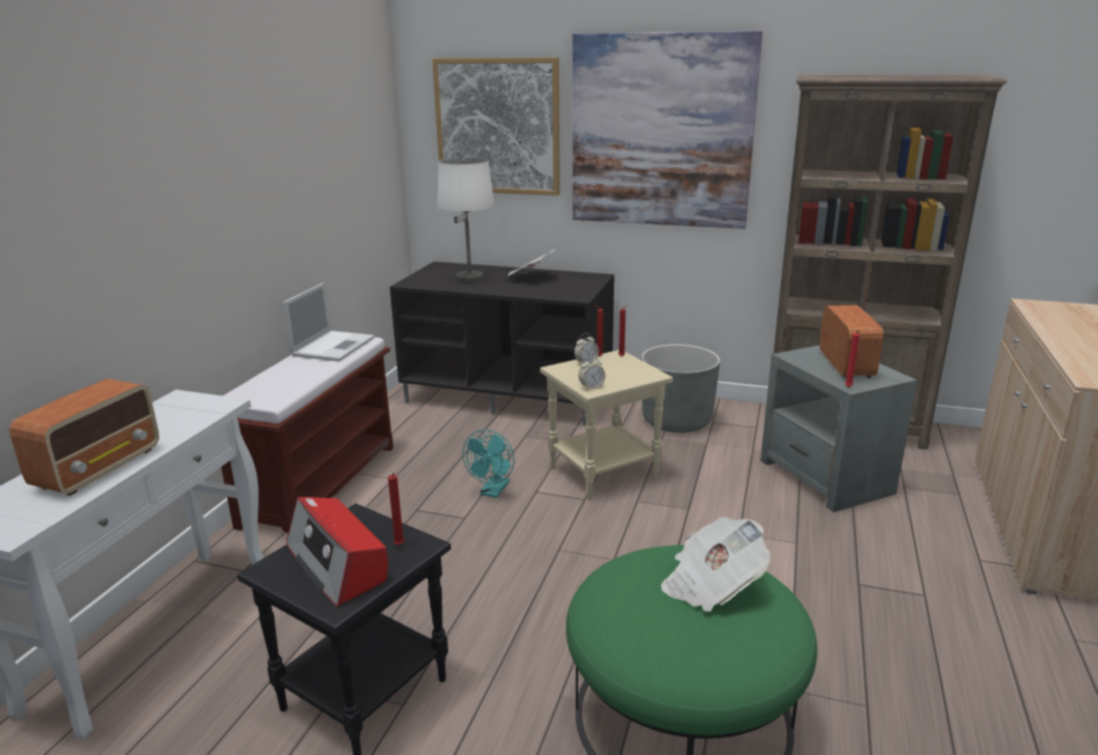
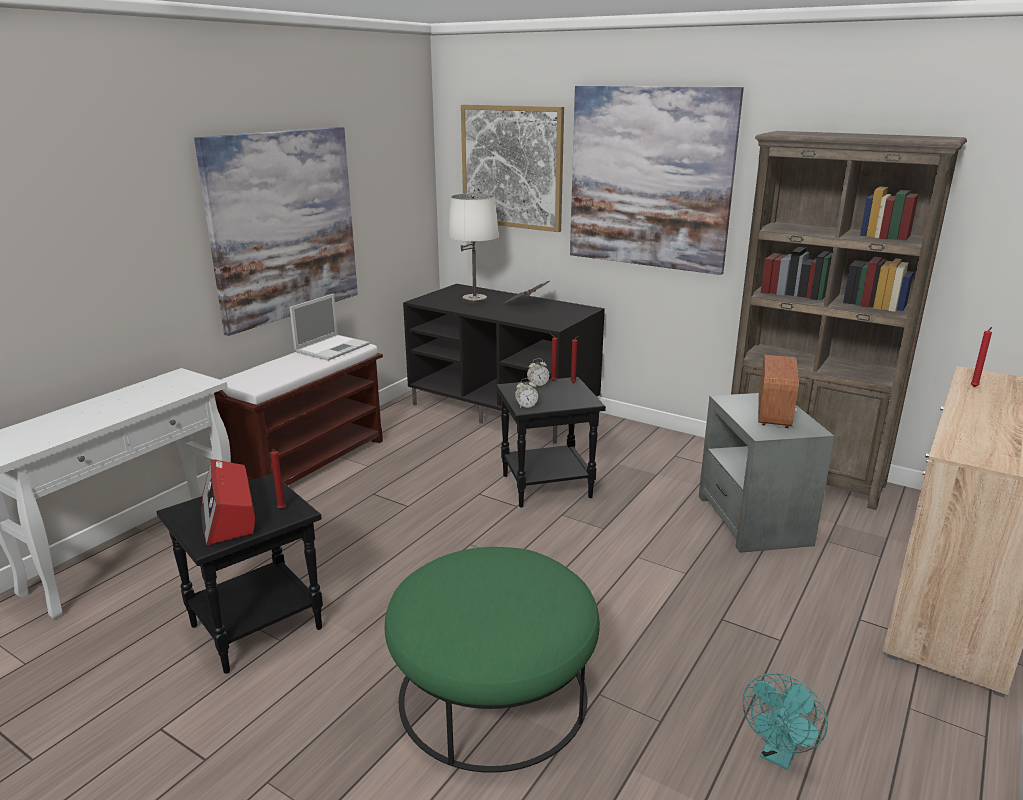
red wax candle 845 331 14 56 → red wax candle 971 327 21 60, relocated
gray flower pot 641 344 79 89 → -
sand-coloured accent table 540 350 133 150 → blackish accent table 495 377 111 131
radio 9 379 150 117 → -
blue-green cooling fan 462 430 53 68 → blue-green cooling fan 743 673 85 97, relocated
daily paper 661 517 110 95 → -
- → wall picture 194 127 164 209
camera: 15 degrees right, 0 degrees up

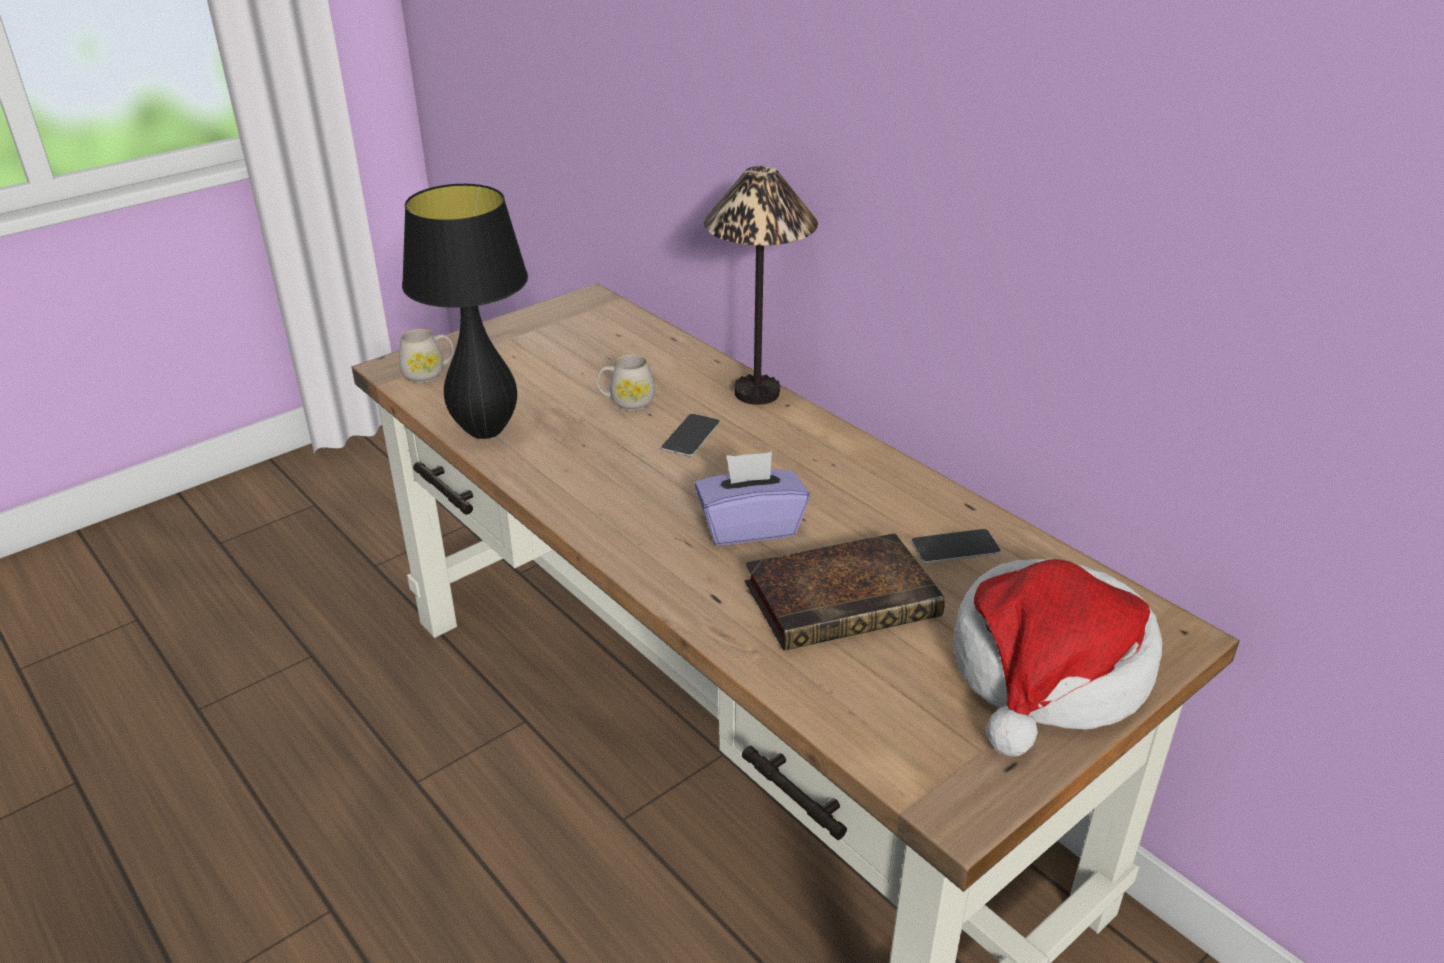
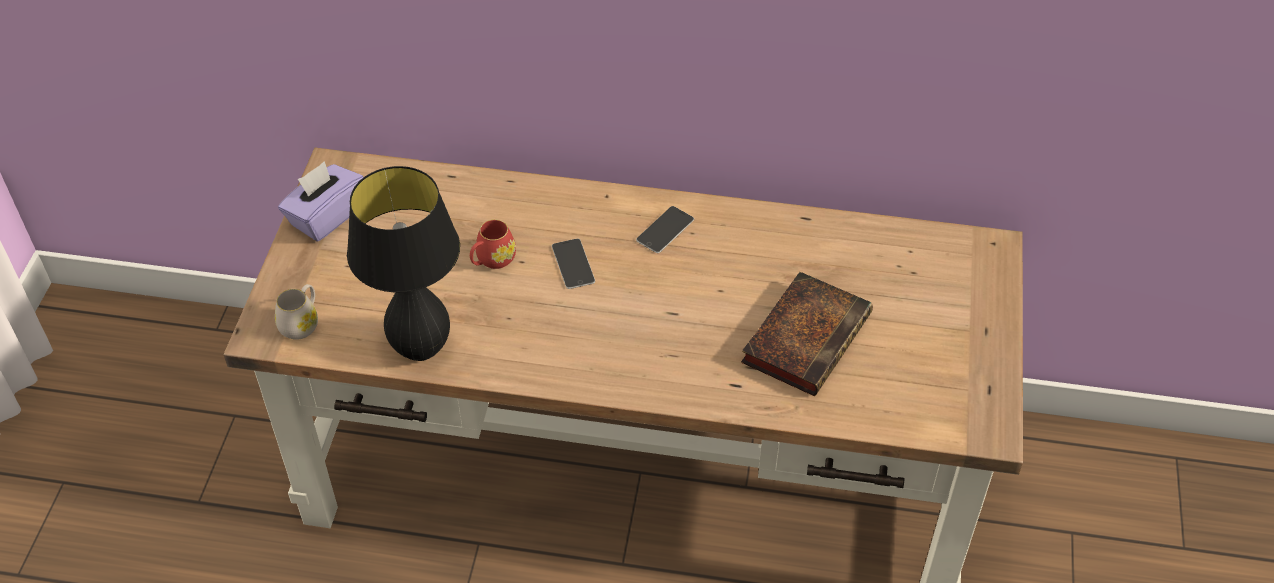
tabletop lamp 704 166 114 239 → -
white coffee mug 597 354 58 57 → red coffee mug 470 219 46 50
purple-coloured tissue holder 694 452 116 93 → purple-coloured tissue holder 278 161 86 80, relocated
telephone 911 529 90 34 → telephone 636 206 58 47, relocated
hat 953 559 209 198 → -
camera: 40 degrees left, 15 degrees up

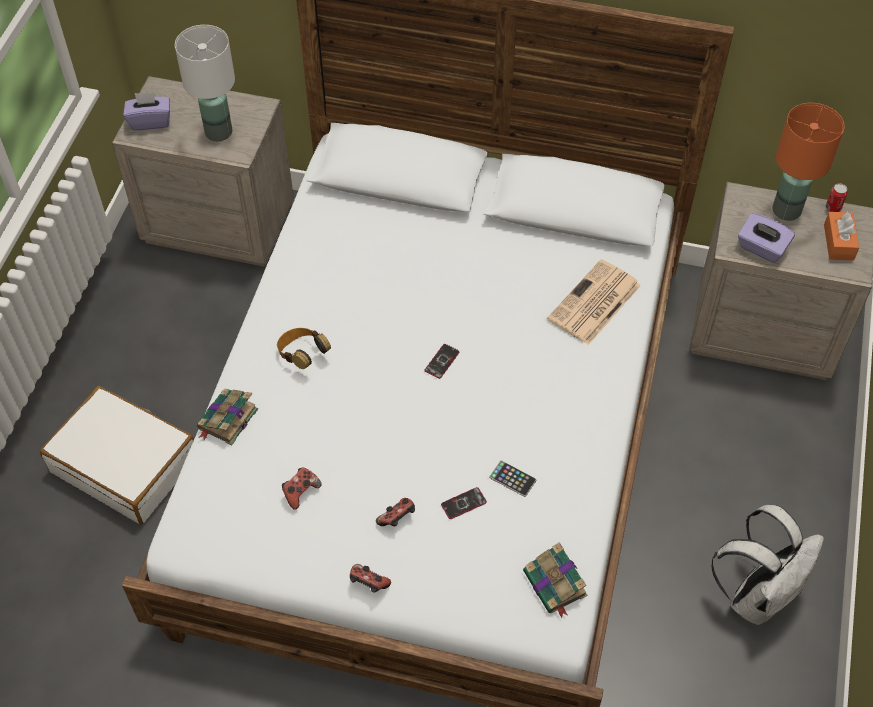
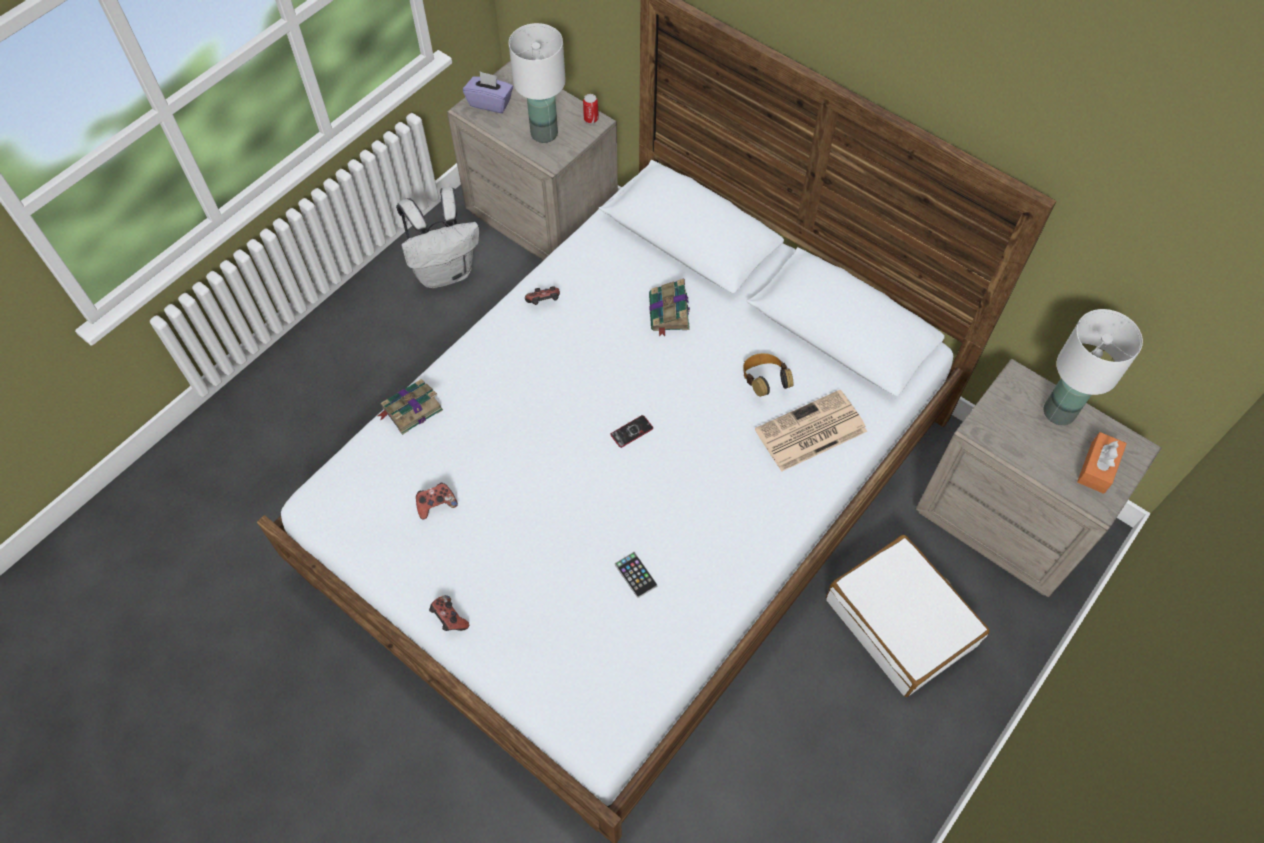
orangey tabletop lamp 773 103 71 118 → white tabletop lamp 1044 309 99 116
metal can 826 183 22 29 → metal can 583 94 16 29, relocated
purple-coloured tissue holder 738 213 57 50 → -
pair of headphones 277 328 54 41 → pair of headphones 743 353 51 44, relocated
white travel case 40 386 154 138 → white travel case 826 535 164 162, relocated
telephone 441 487 46 32 → -
joypad 376 498 39 28 → joypad 525 286 35 19, relocated
white knapsack 711 505 113 120 → white knapsack 396 187 83 101, relocated
bound book 523 542 64 76 → bound book 649 278 41 59, relocated
camera: 25 degrees right, 5 degrees up

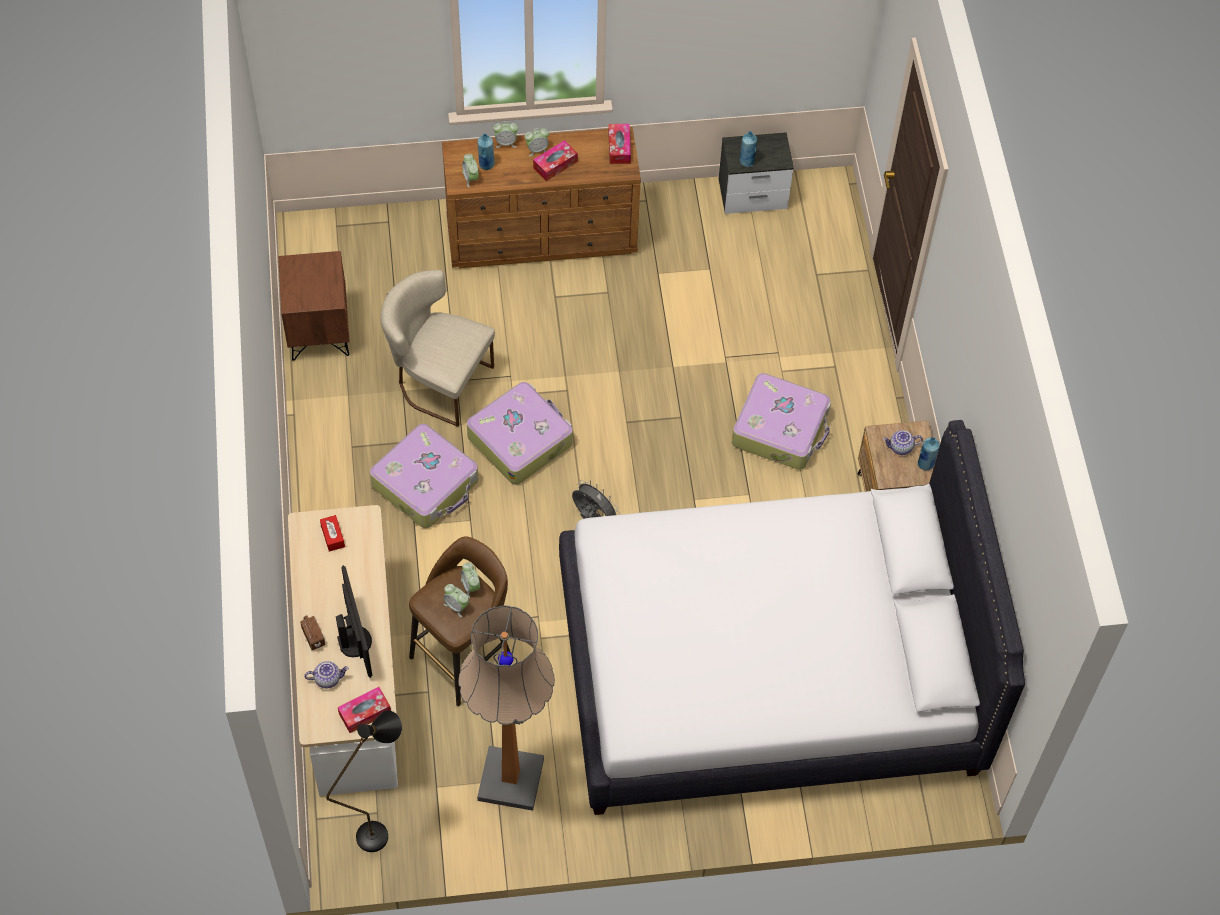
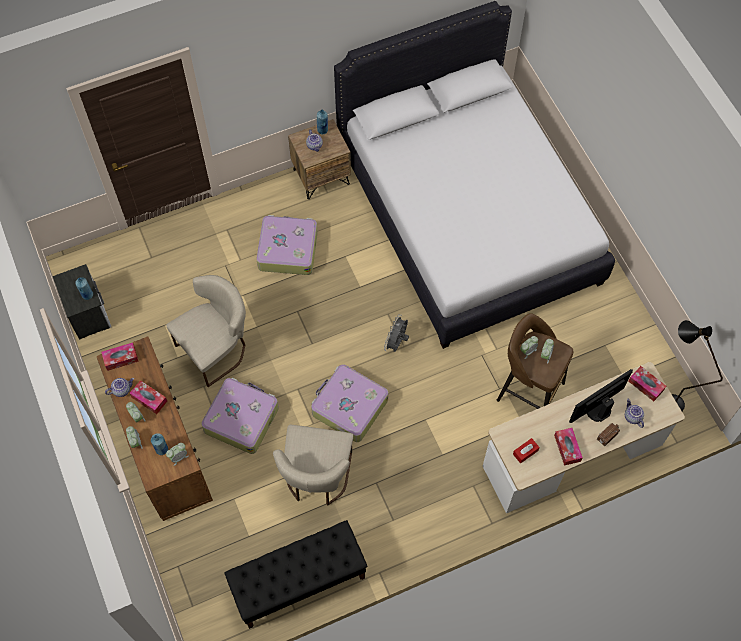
brown-coloured nightstand 278 251 72 110 → blackish bench 224 520 144 109
travel case 370 424 108 104 → travel case 201 378 78 76, relocated
standard lamp 458 605 97 206 → -
- → sand-coloured upright chair 166 275 80 112
- → tea pot 105 378 29 19
- → tissue holder 554 428 29 38
camera: 105 degrees left, 5 degrees up

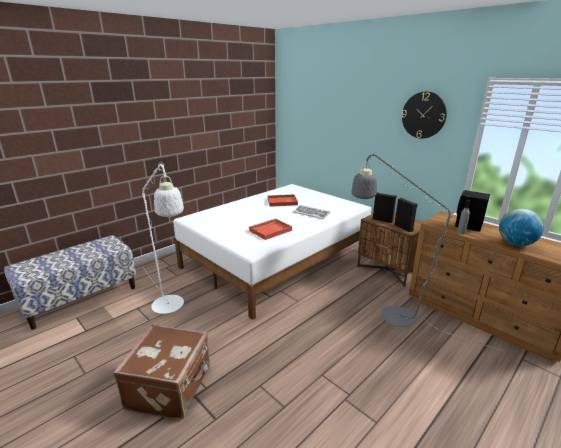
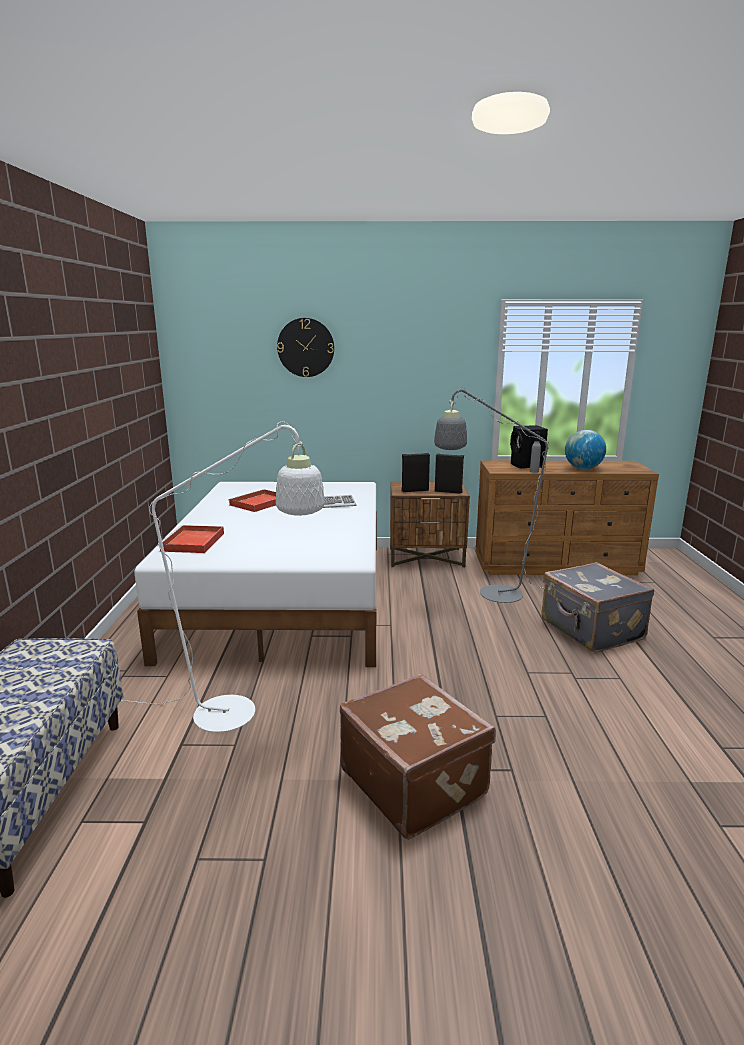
wall clock 402 92 45 47 → wall clock 277 318 57 59, relocated
red carrying tray 249 219 43 21 → red carrying tray 157 525 67 28, relocated
- → gray travel case 541 562 113 91
camera: 45 degrees left, 5 degrees down

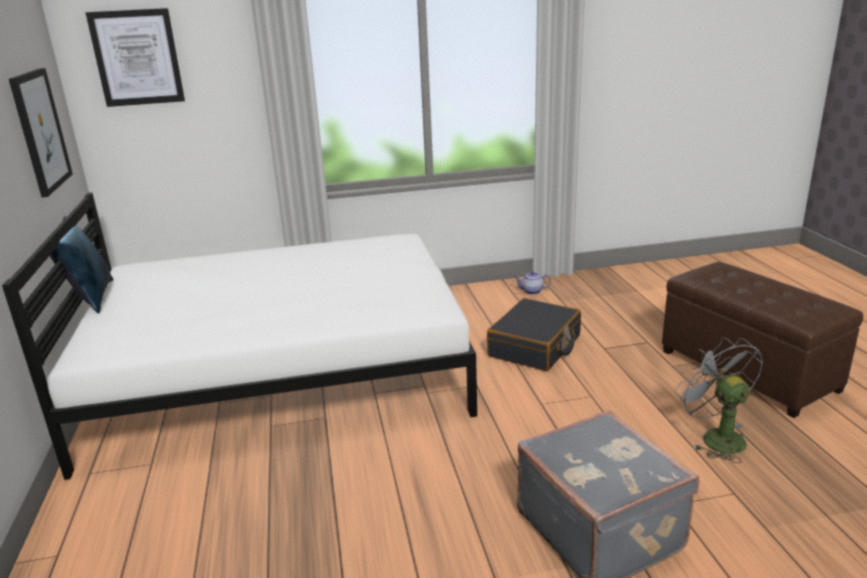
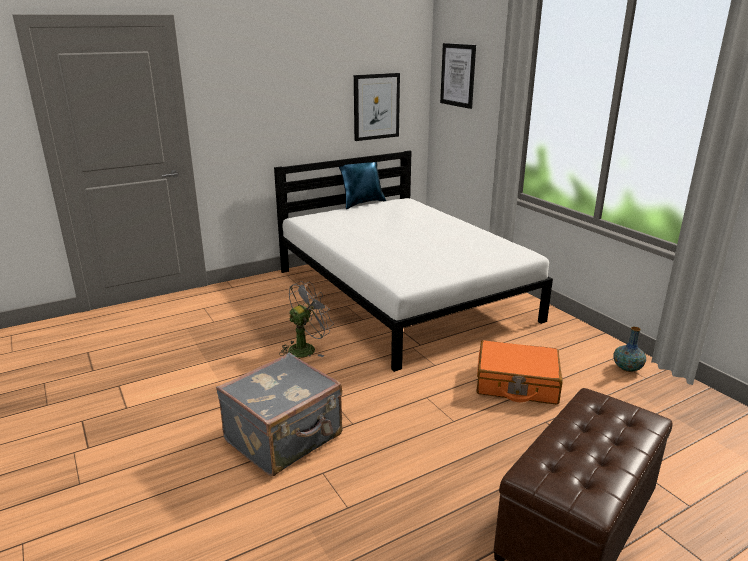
tea pot 514 271 37 23 → decorative vase 613 327 33 45
blackish travel case 487 298 94 73 → orangey travel case 477 340 86 64
gray cooling fan 675 337 88 126 → gray cooling fan 279 281 54 76, relocated
camera: 70 degrees right, 0 degrees up

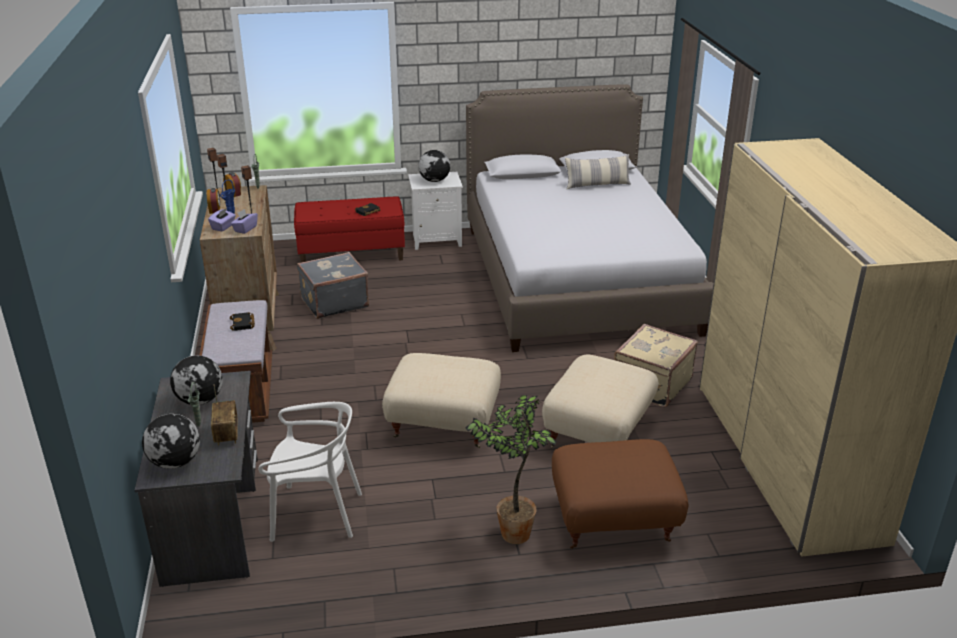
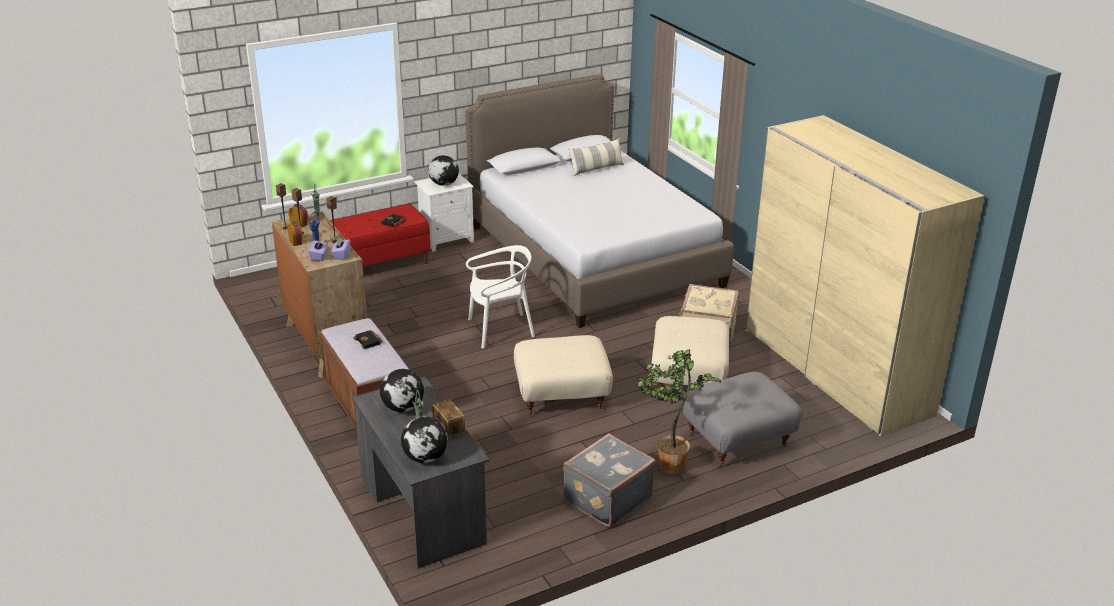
gray travel case 297 252 72 67 → gray travel case 563 433 92 94, relocated
white upright chair 258 402 104 140 → white upright chair 466 245 69 103, relocated
brown-coloured ottoman 552 439 136 110 → gray ottoman 683 372 119 96
camera: 20 degrees left, 0 degrees up

